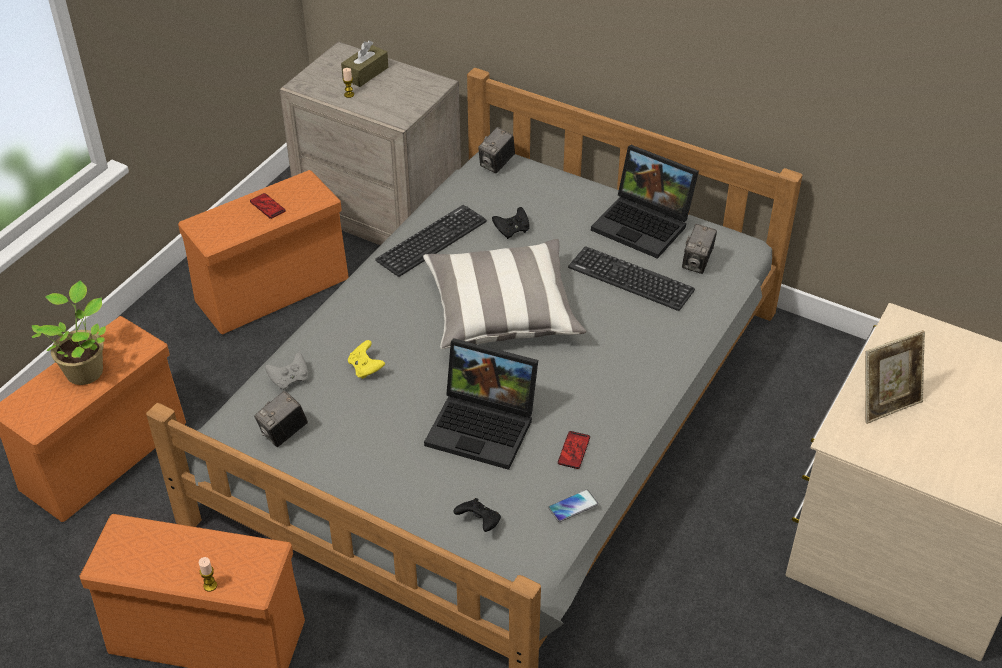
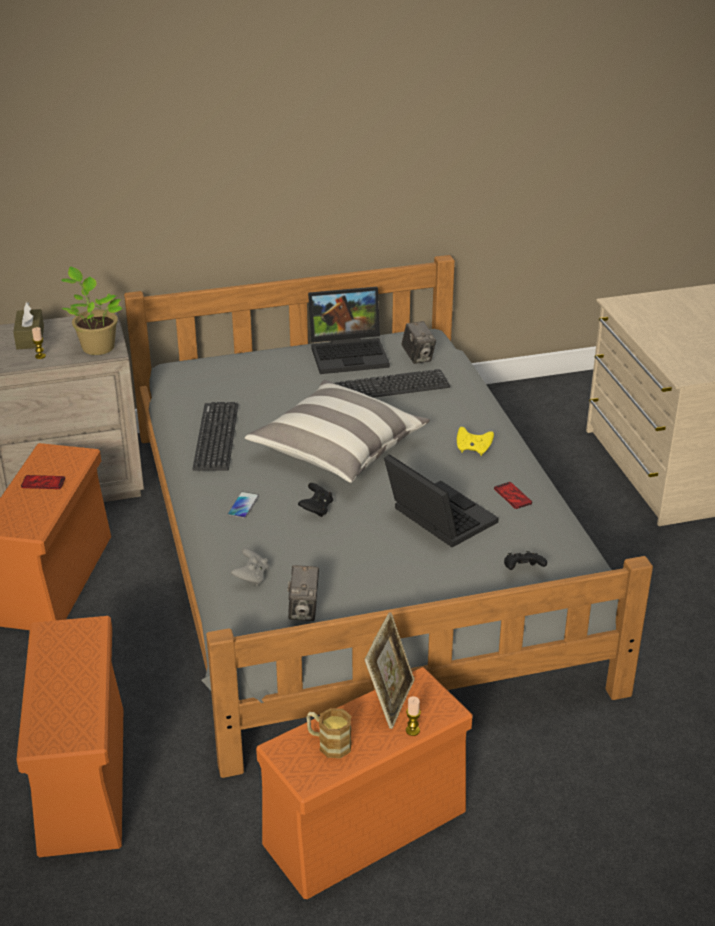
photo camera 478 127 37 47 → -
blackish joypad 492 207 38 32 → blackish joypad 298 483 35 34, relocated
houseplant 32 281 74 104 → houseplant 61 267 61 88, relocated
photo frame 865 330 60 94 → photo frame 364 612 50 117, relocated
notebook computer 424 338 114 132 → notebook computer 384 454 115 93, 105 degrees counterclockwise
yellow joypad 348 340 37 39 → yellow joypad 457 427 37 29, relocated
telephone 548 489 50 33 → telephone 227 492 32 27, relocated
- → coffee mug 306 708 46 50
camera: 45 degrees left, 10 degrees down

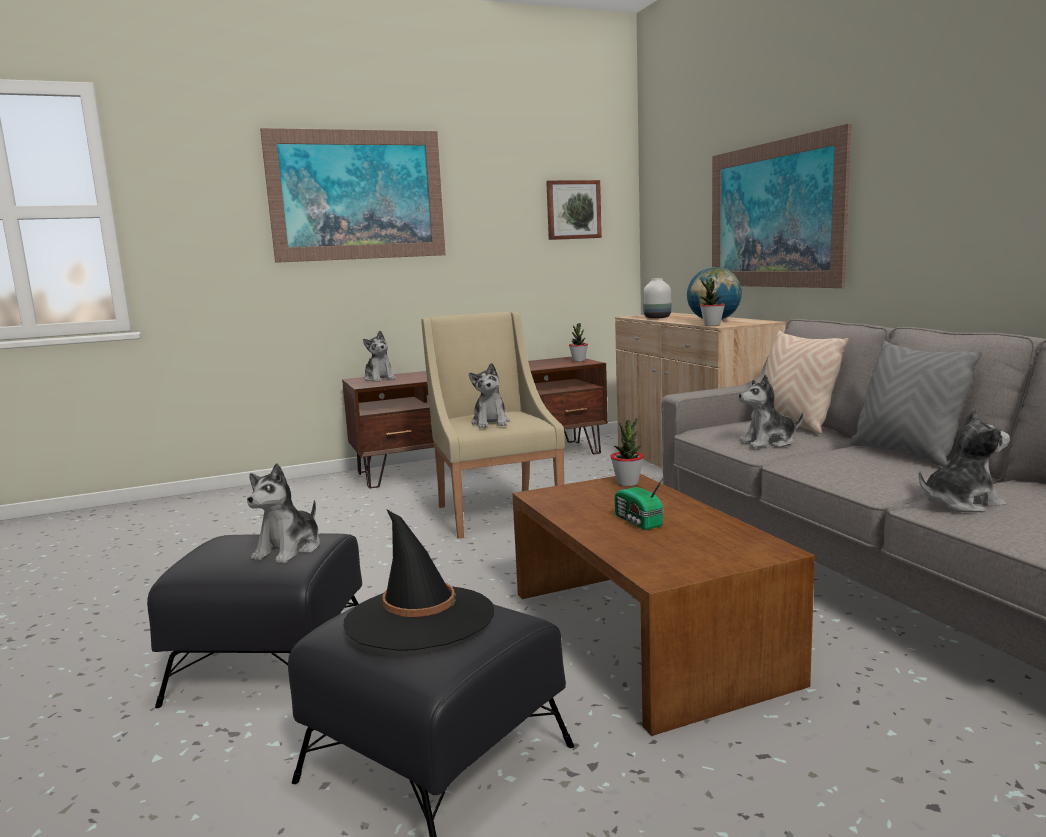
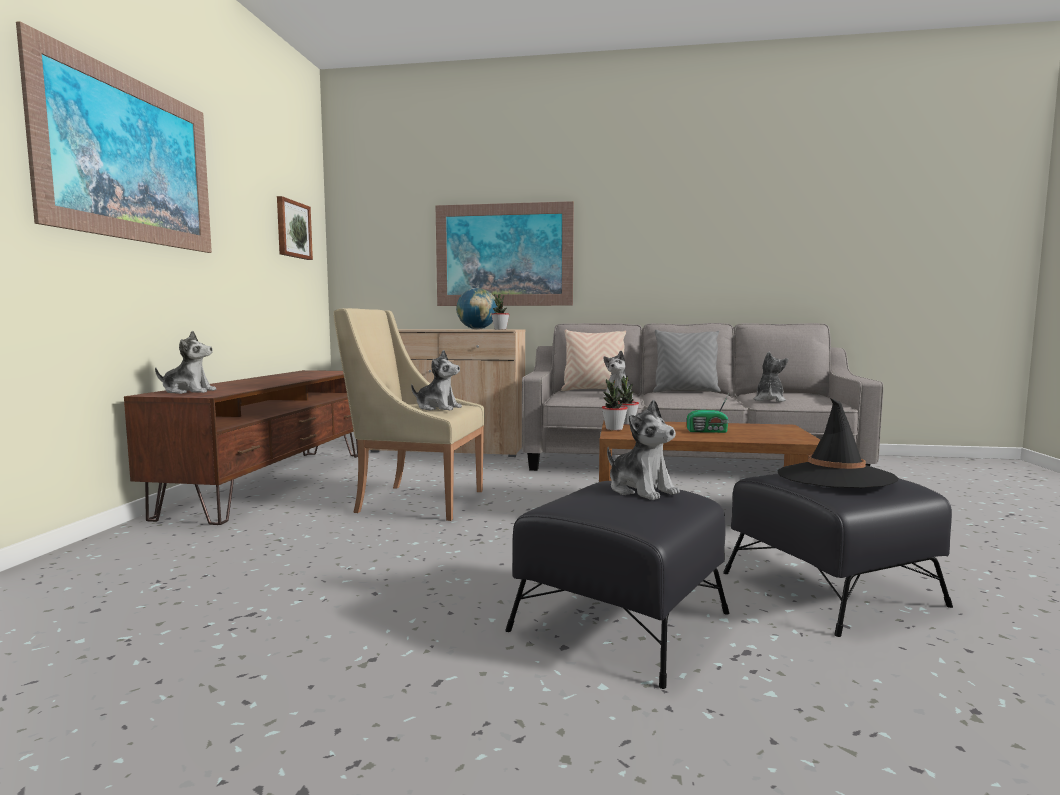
white decorative vase 643 278 28 41 → -
houseplant 569 323 19 39 → houseplant 602 379 26 52, relocated
camera: 60 degrees left, 5 degrees down

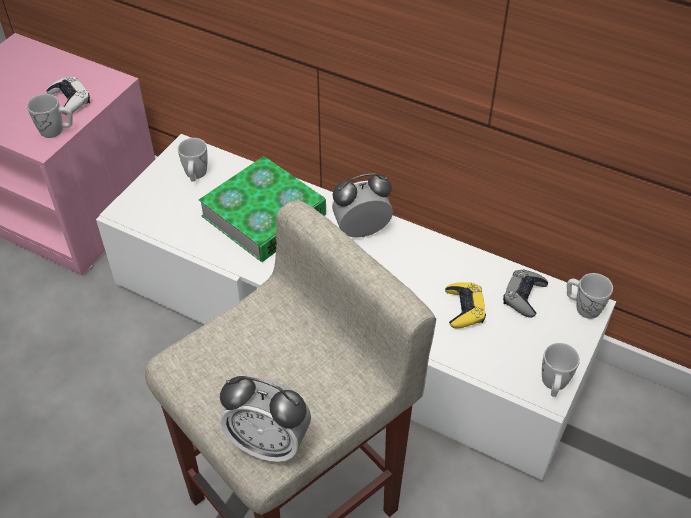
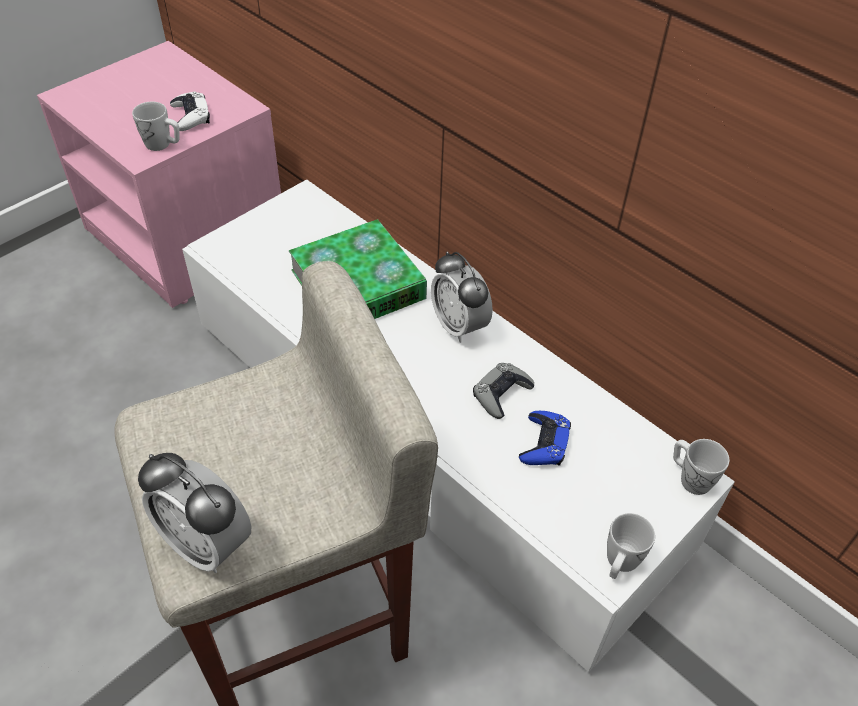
white coffee mug 178 138 30 44 → -
alarm clock 332 174 61 64 → alarm clock 431 252 62 91, 120 degrees counterclockwise
gray joypad 503 269 45 49 → gray joypad 473 363 61 56, relocated
yellow joypad 445 282 41 46 → bluish joypad 519 411 52 55
camera: 15 degrees right, 0 degrees up

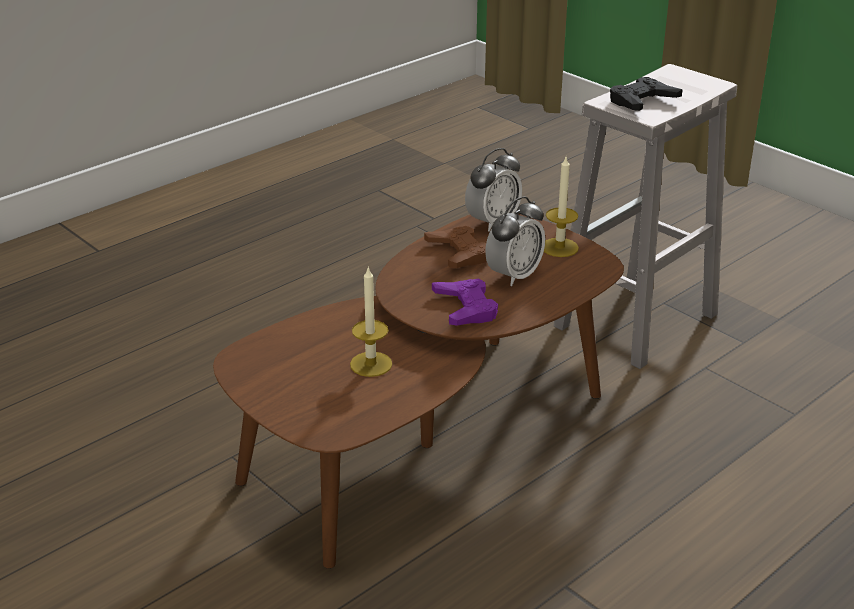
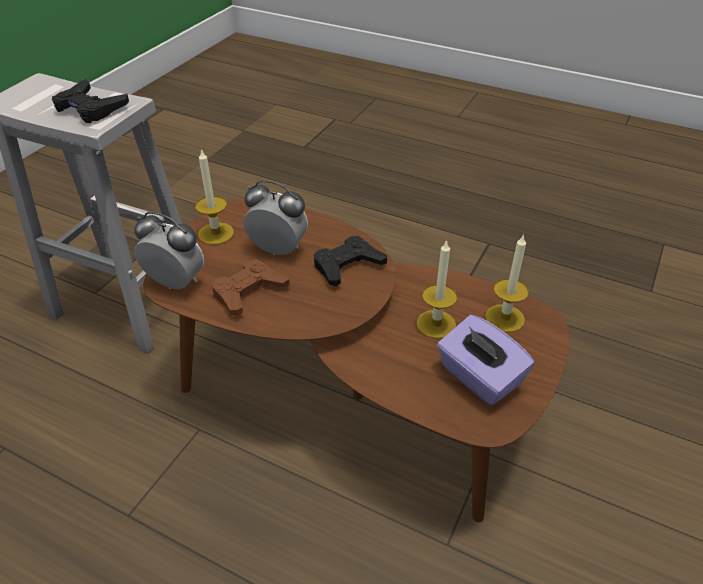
purple-coloured joypad 432 278 66 48 → blackish joypad 314 236 73 51
- → wax candle 485 234 44 98
- → purple-coloured tissue holder 437 315 98 90
camera: 110 degrees left, 10 degrees up

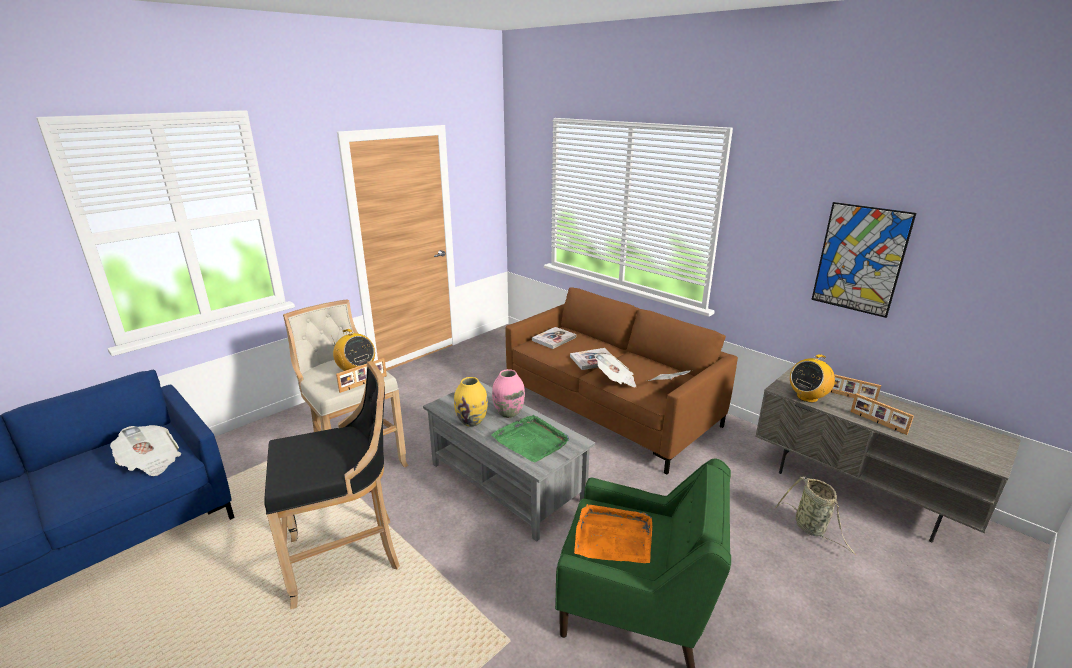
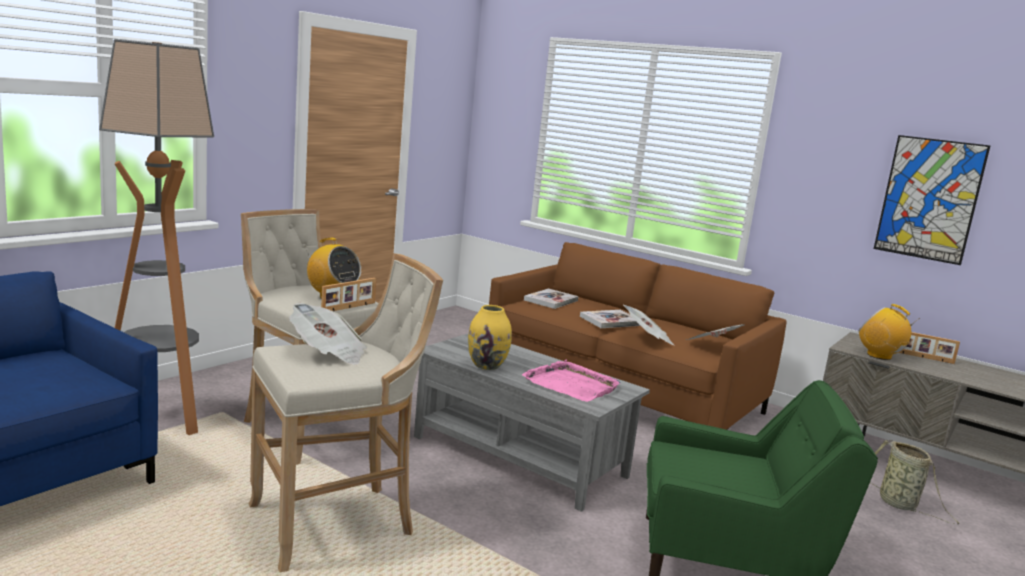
radio 790 354 45 49 → radio 858 304 62 56, 90 degrees clockwise
blackish stool seat 264 361 136 248 → sand-coloured stool seat 249 253 194 320
pink decorative vase 492 369 33 49 → -
photo frame 850 393 64 42 → -
greenish carrying tray 491 415 78 48 → pink carrying tray 522 360 98 42
daily paper 110 425 71 51 → daily paper 289 303 78 62, relocated
orangey carrying tray 574 504 78 59 → -
- → standard lamp 99 39 115 396
camera: 10 degrees left, 10 degrees down

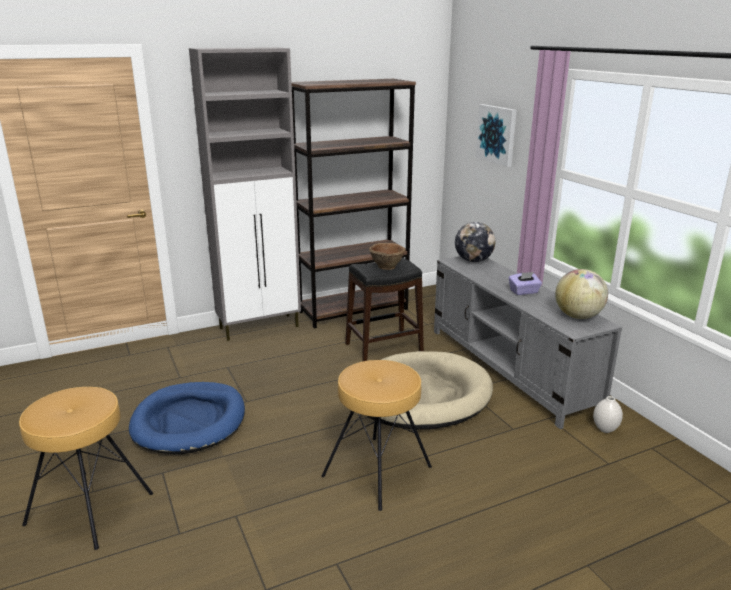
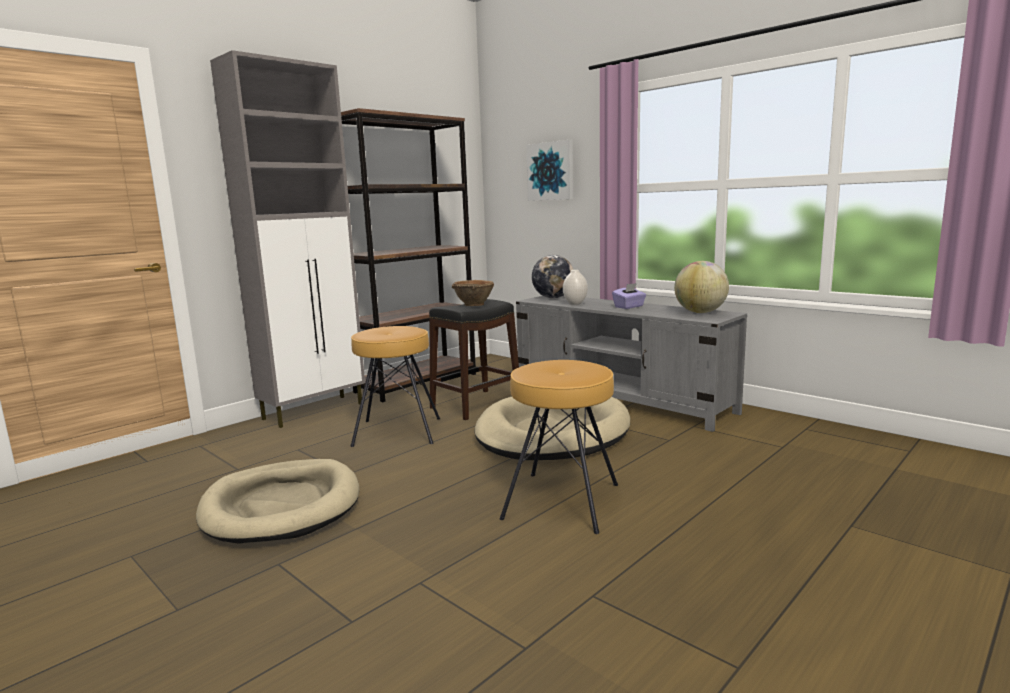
bluish dog bed 129 382 116 72 → sand-coloured dog bed 196 459 164 85
brown-coloured stool seat 19 387 134 163 → brown-coloured stool seat 350 326 90 121, relocated
white decorative vase 593 396 30 37 → white decorative vase 563 270 25 35, relocated
camera: 20 degrees left, 10 degrees down

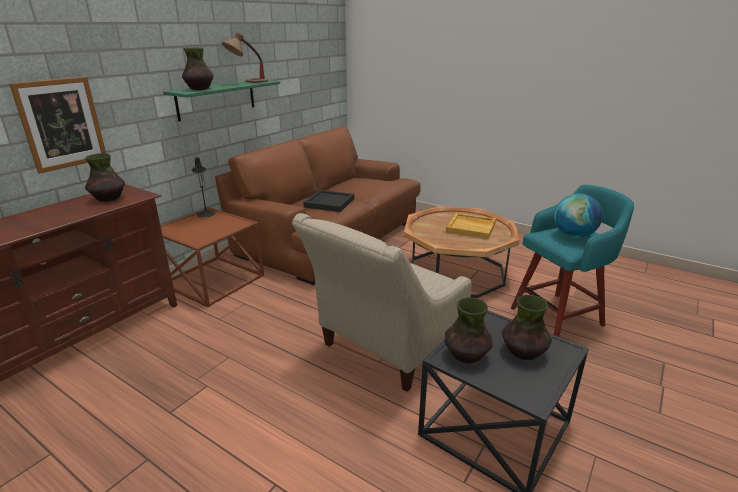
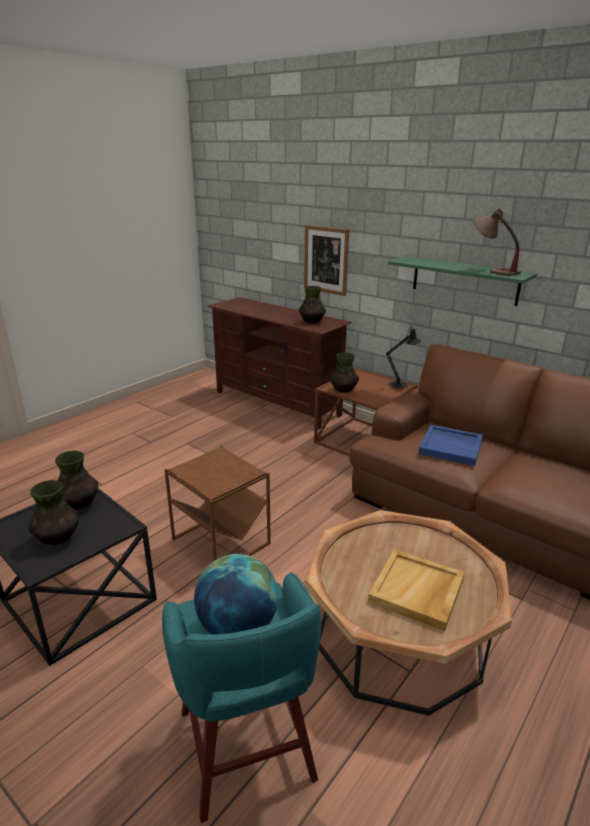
decorative vase 182 48 31 42 → decorative vase 330 353 29 40, relocated
blackish carrying tray 303 190 51 22 → bluish carrying tray 418 425 65 41
sand-coloured armchair 292 213 179 179 → brown-coloured accent table 164 445 107 116
camera: 95 degrees right, 0 degrees up

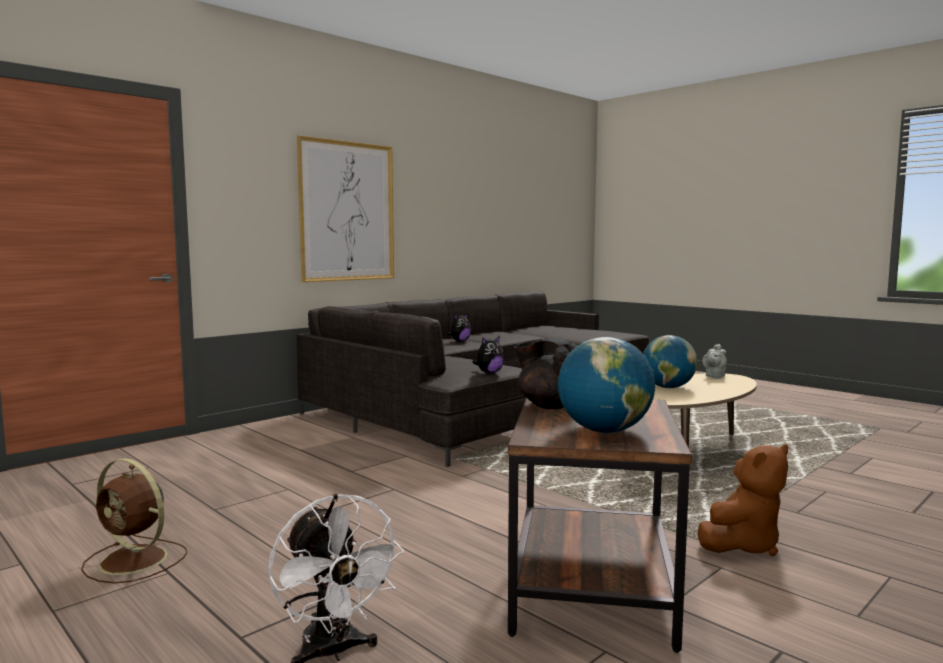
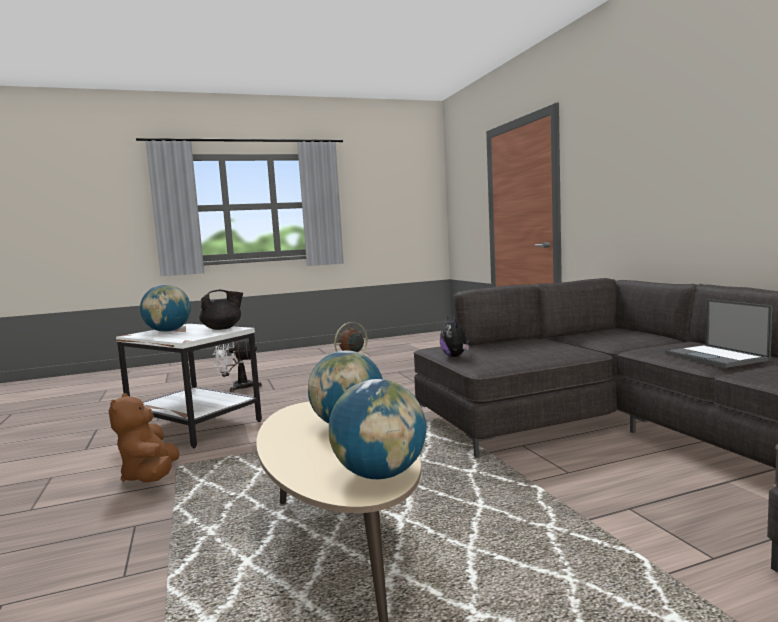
wall picture 297 135 97 147 → -
soft toy 447 313 24 29 → notebook computer 665 299 107 69
gray tea pot 702 344 25 34 → desk globe 329 379 97 100
brown-coloured accent table 508 398 184 255 → white accent table 116 324 146 124
camera: 115 degrees right, 0 degrees up

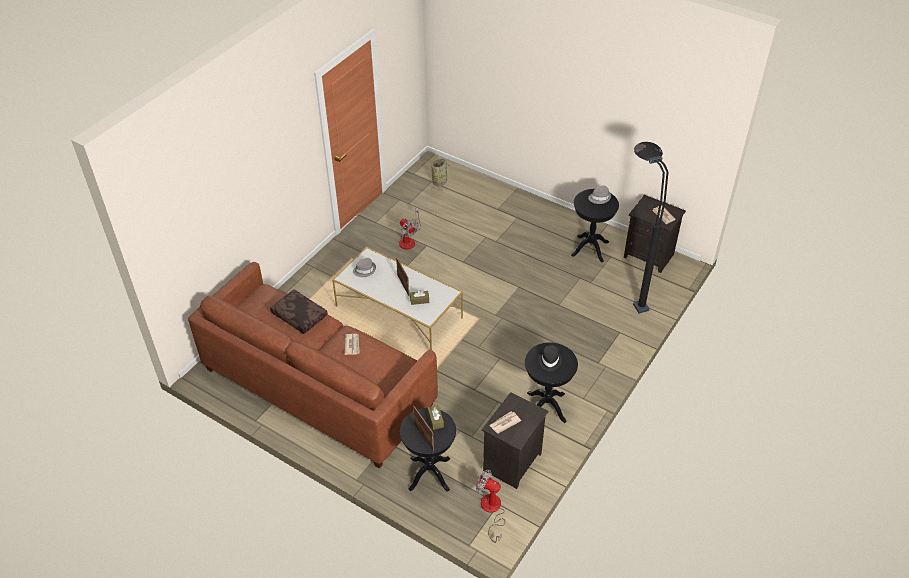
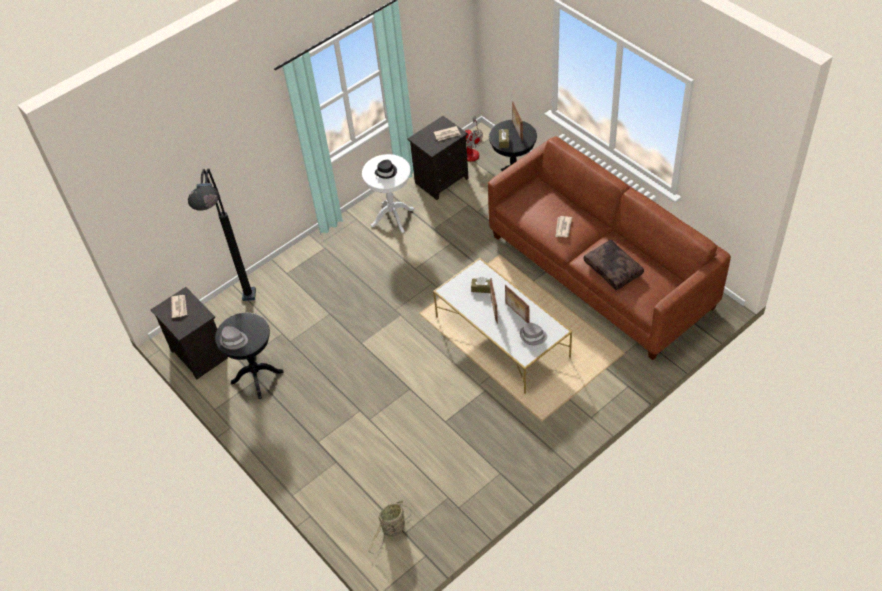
cooling fan 399 208 22 42 → -
blackish accent table 525 343 53 80 → white accent table 362 154 53 79
- → photo frame 505 285 24 38
camera: 160 degrees left, 5 degrees up

